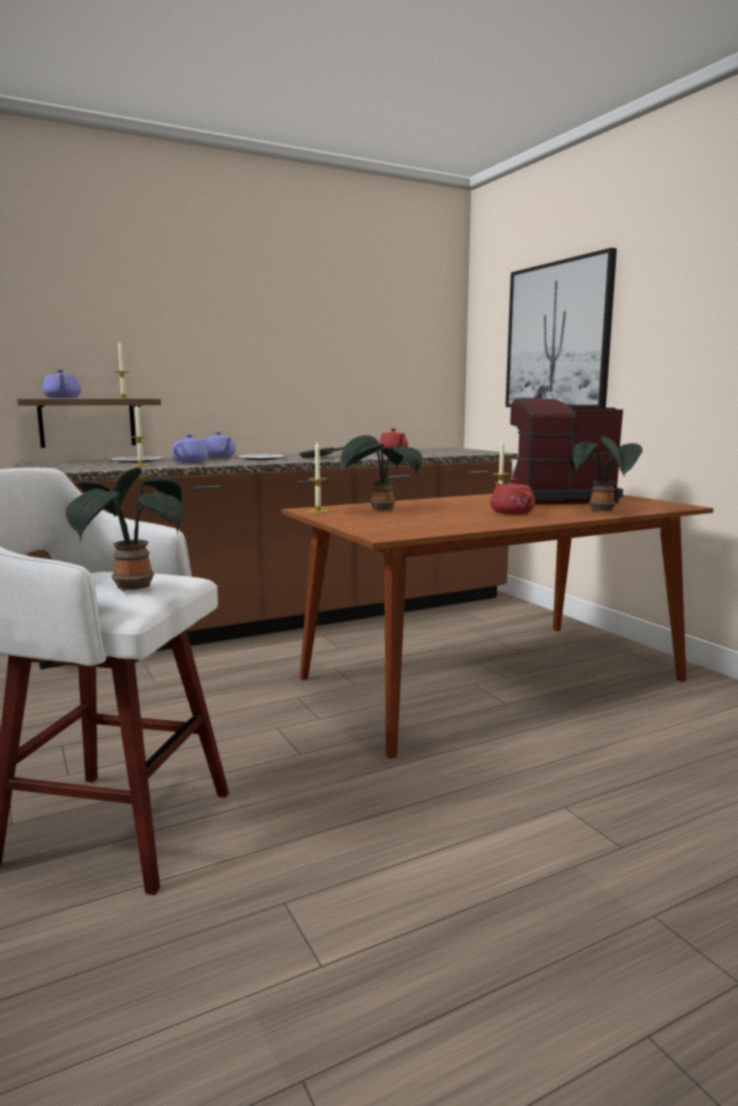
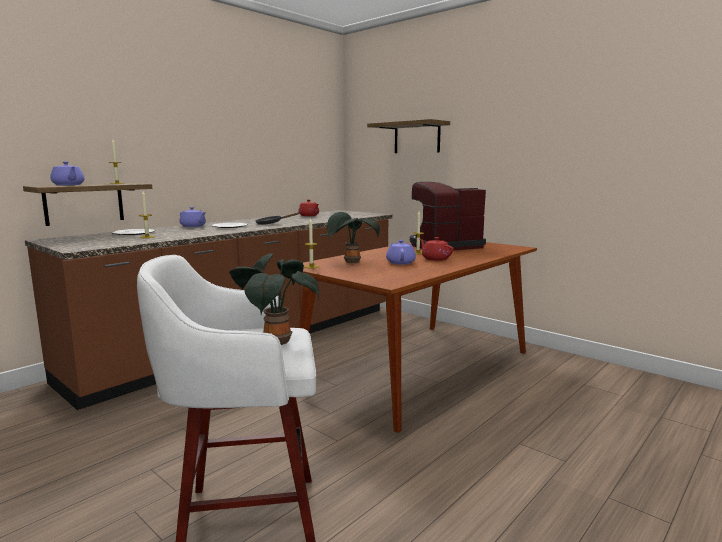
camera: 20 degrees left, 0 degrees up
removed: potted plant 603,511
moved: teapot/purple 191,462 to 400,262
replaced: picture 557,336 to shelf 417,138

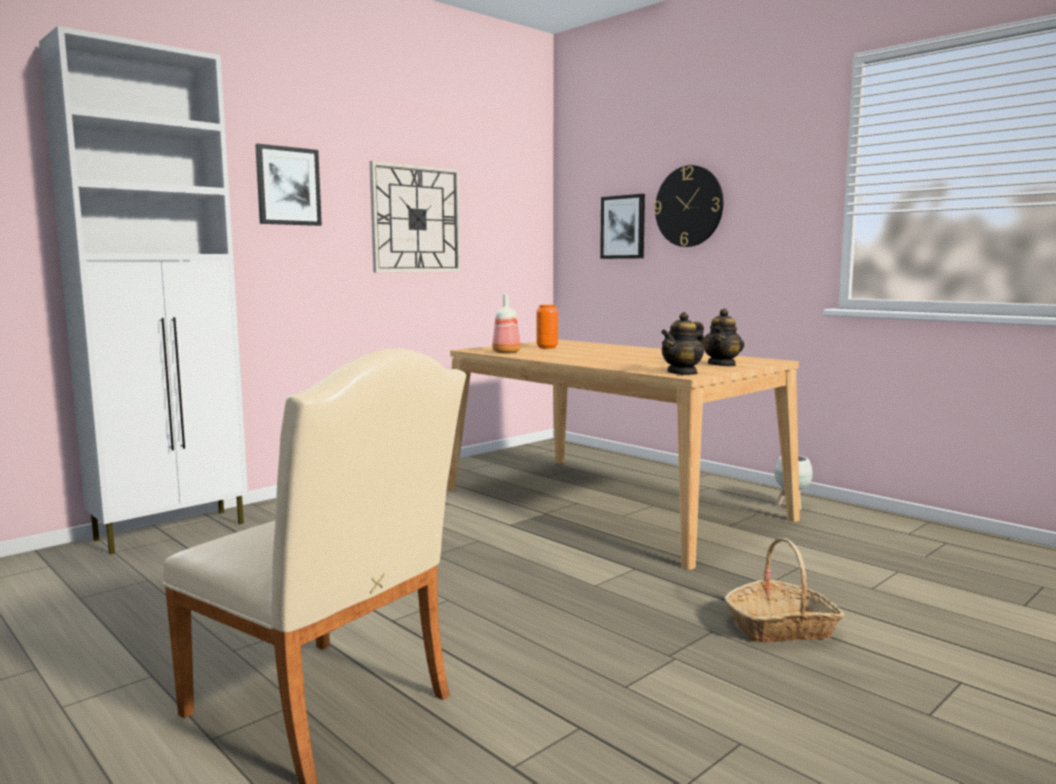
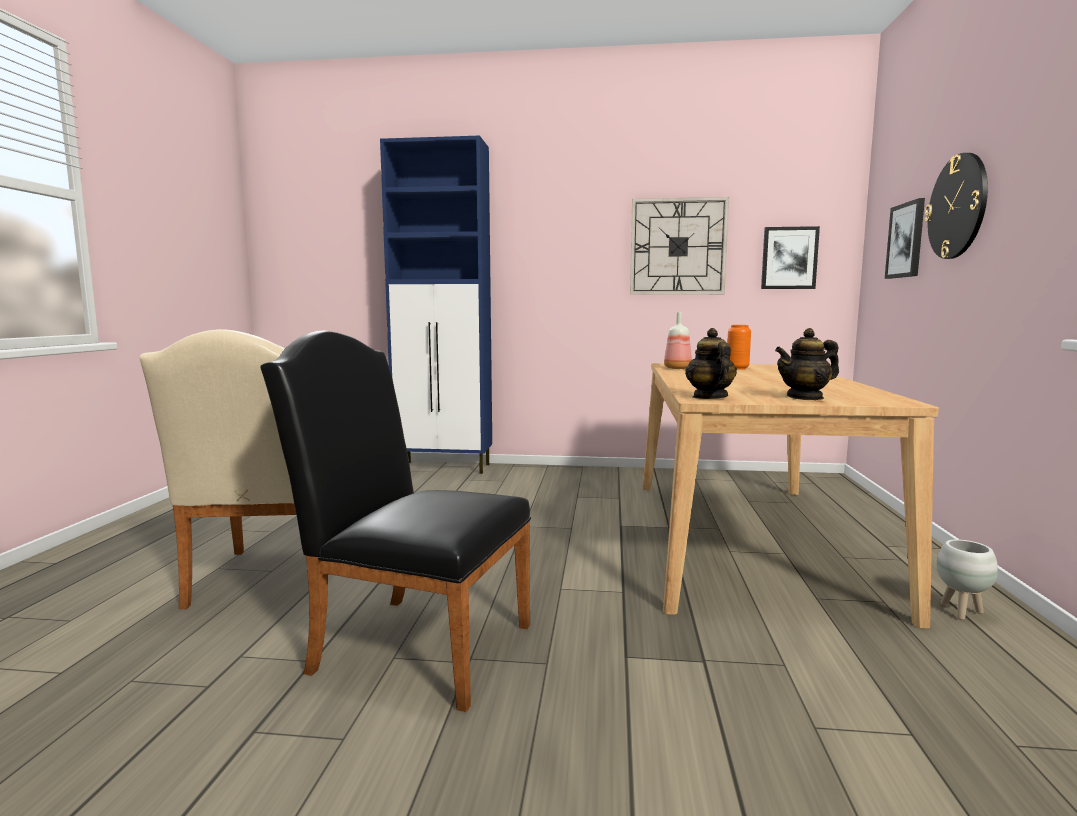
camera: 50 degrees right, 0 degrees up
removed: basket 782,627
added: chair/black 411,644
moved: picture 288,186 to 789,258
recoloured: cabinet/white 173,531 to cabinet/blue 445,468
turned: teapot 682,373 = 709,397 75 degrees clockwise

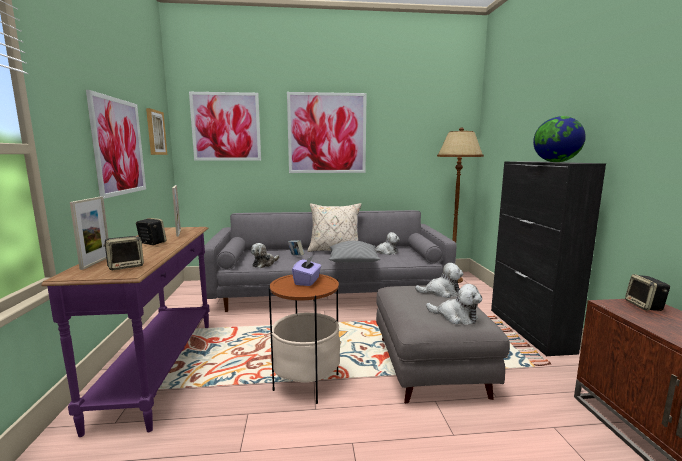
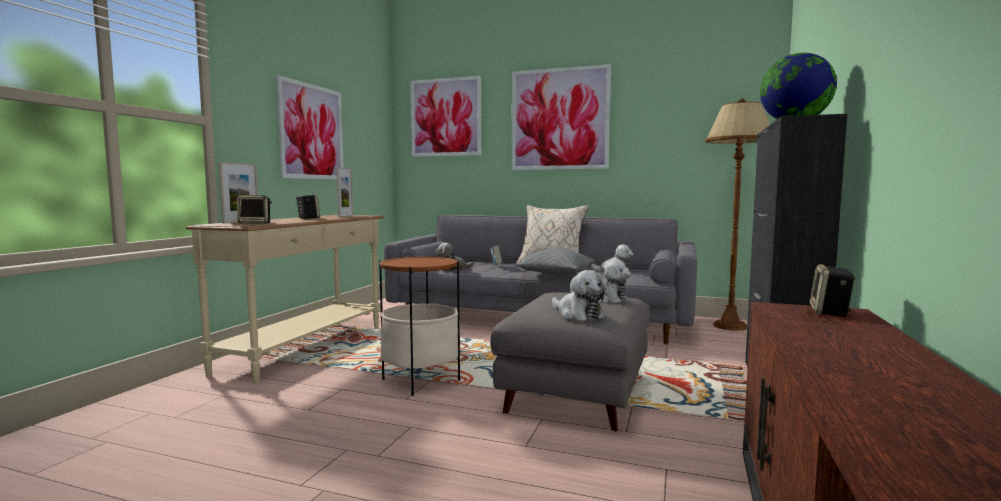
camera: 25 degrees right, 5 degrees down
removed: picture 155,132; tissue box/purple 307,281
recoloured: console table/purple 161,368 to console table/beige 306,349

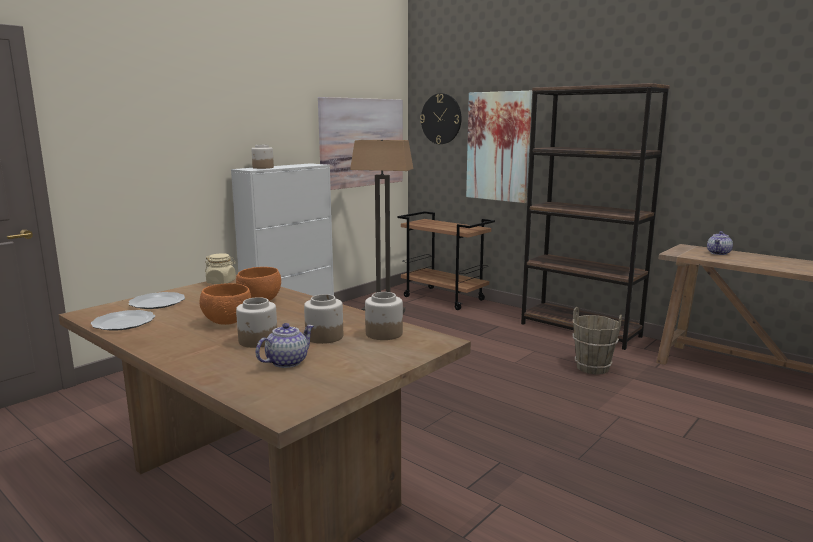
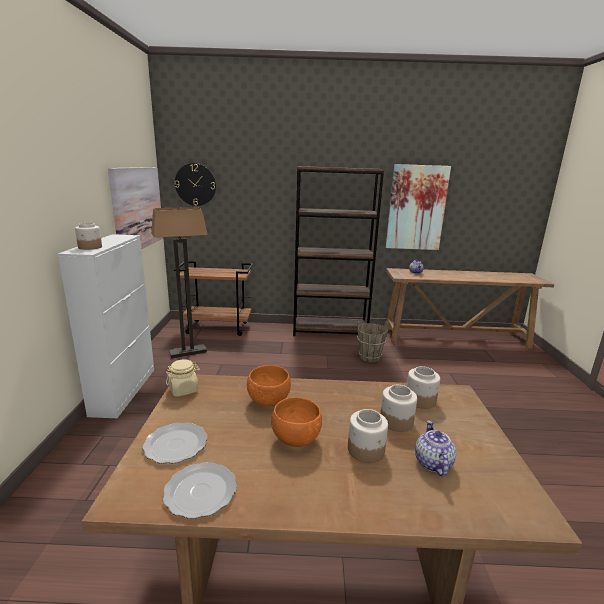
camera: 40 degrees left, 5 degrees up
moved: picture 498,146 to 416,208

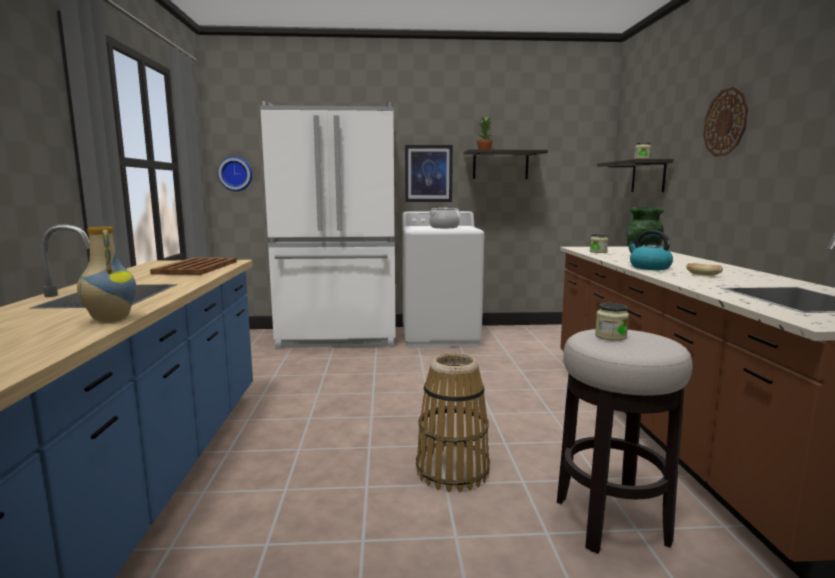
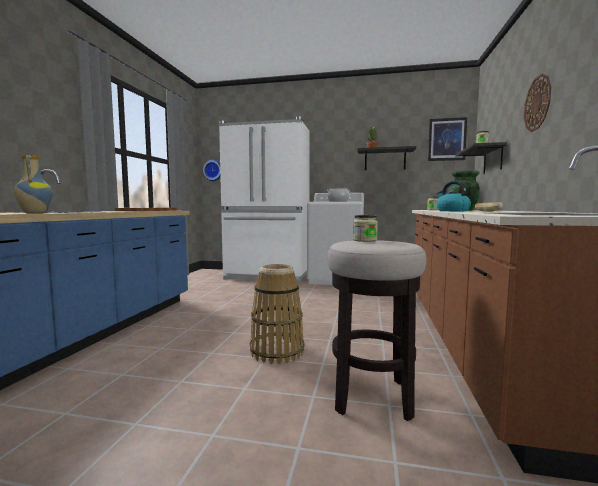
camera: 15 degrees right, 5 degrees down
moved: picture 428,173 to 447,139

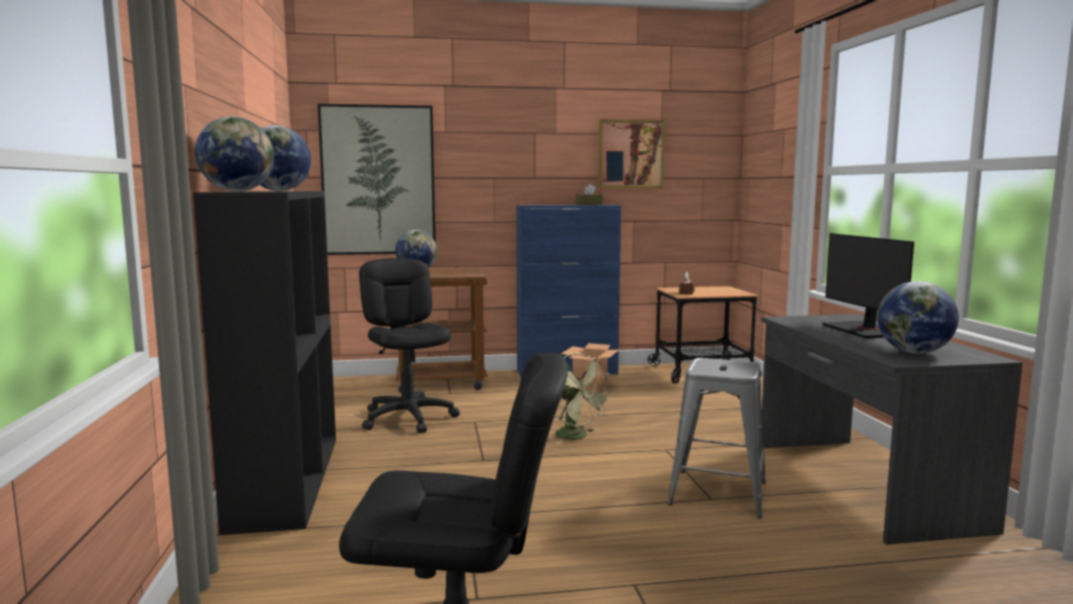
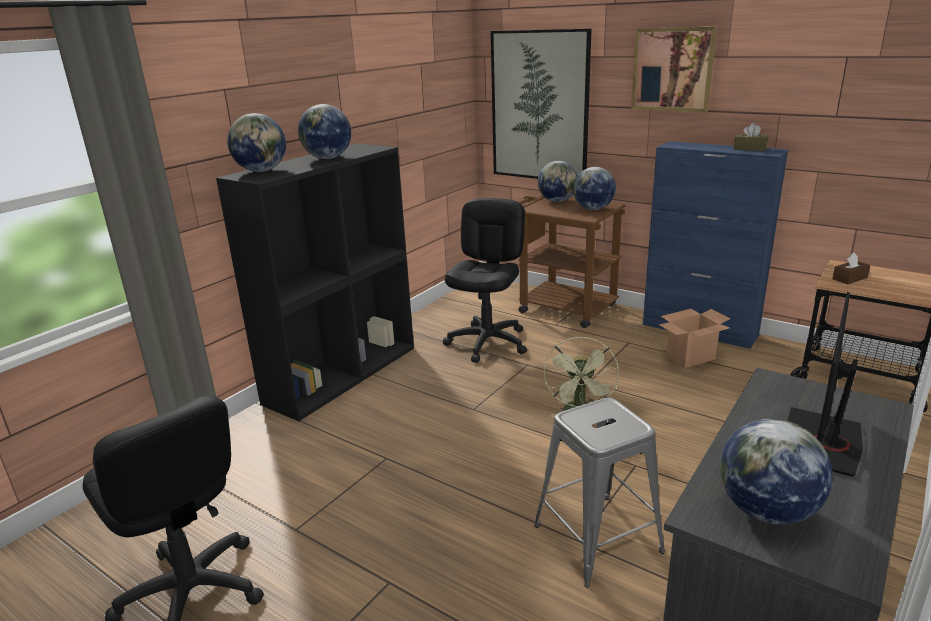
camera: 45 degrees right, 15 degrees up
added: globe 593,209
moved: picture 630,154 to 672,69

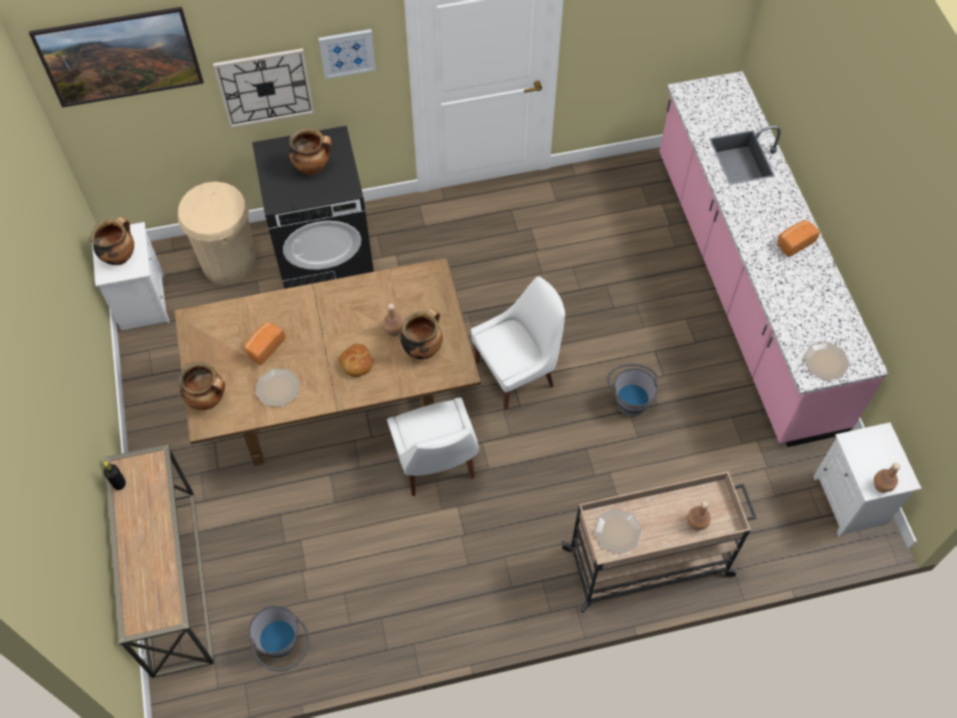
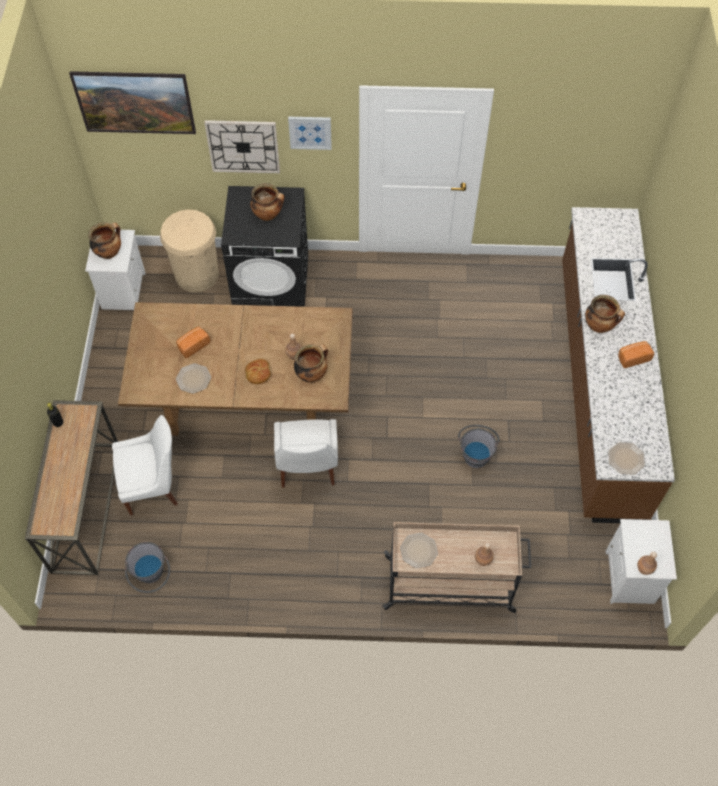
camera: 15 degrees right, 0 degrees up
moved: cooking pot 208,399 to 599,326; chair/white 517,373 to 153,486
recoloured: counter/pink 744,287 to counter/brown 598,386

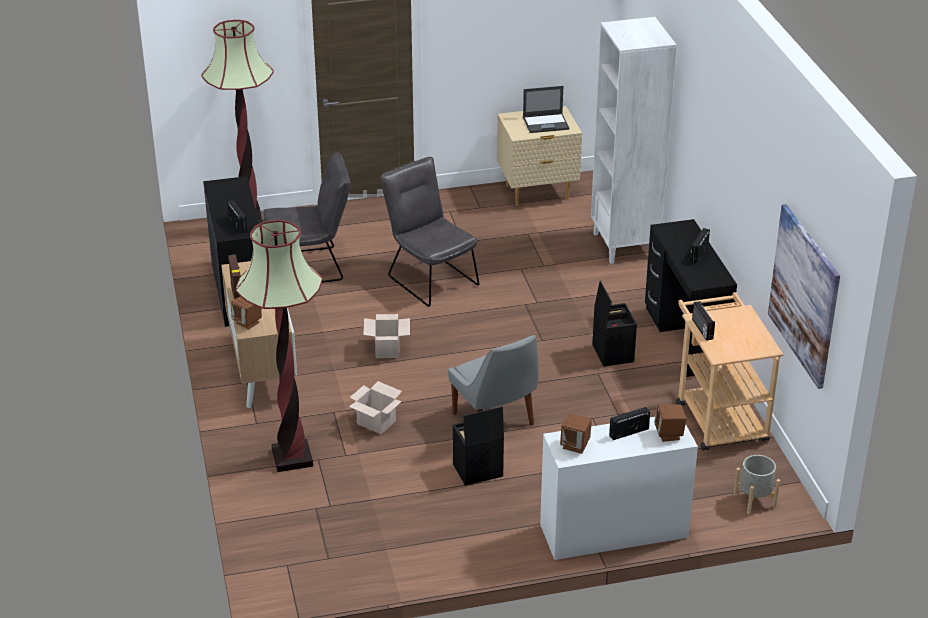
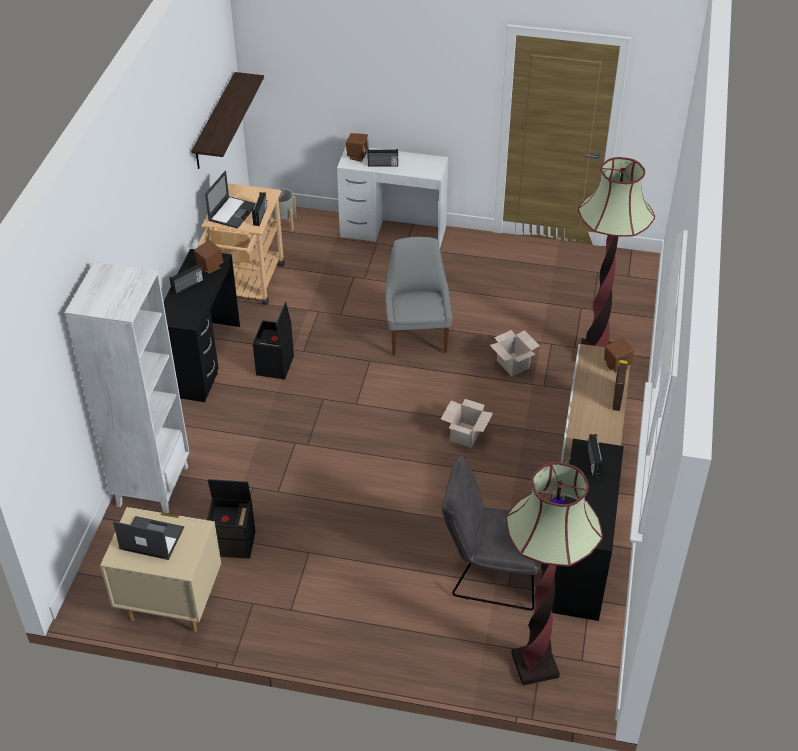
camera: 155 degrees left, 10 degrees up
removed: chair/grey 429,278
added: laptop 232,212
moved: storage box/black 477,471 to 234,543; speaker/brown 575,445 to 210,267
replaced: picture 804,295 to shelf 215,122

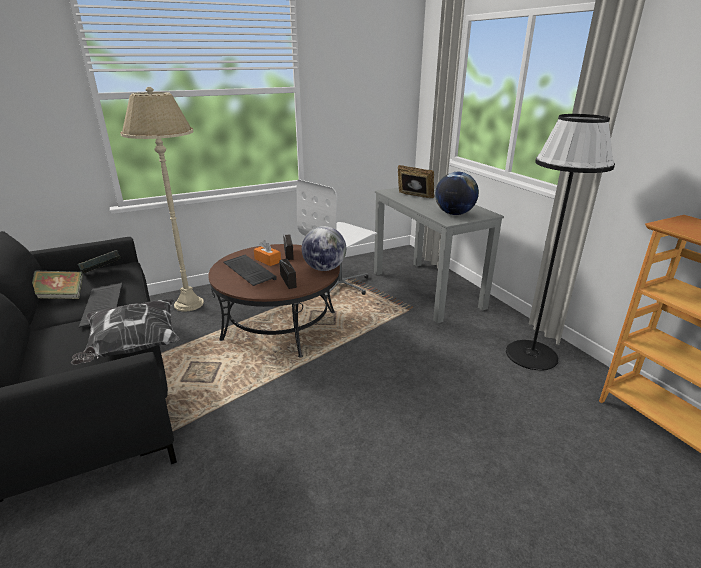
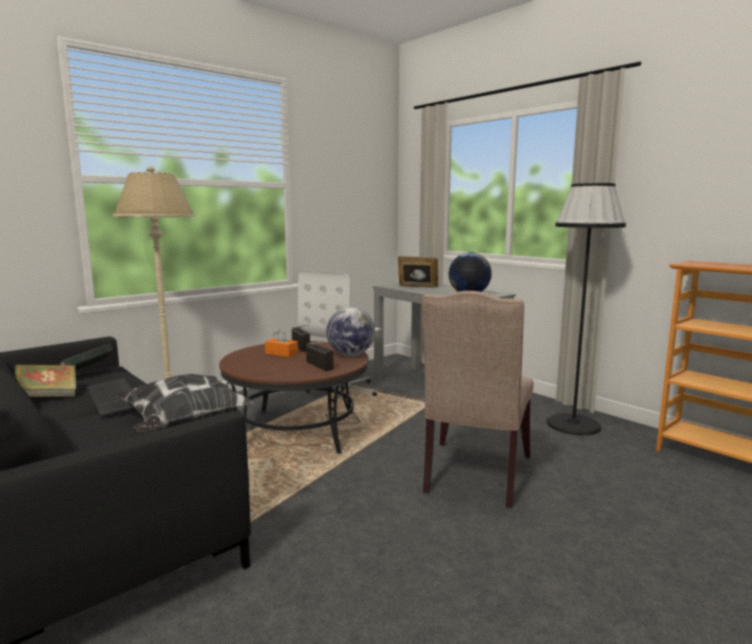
camera: 15 degrees left, 15 degrees down
removed: keyboard 248,271
added: chair/beige 475,476

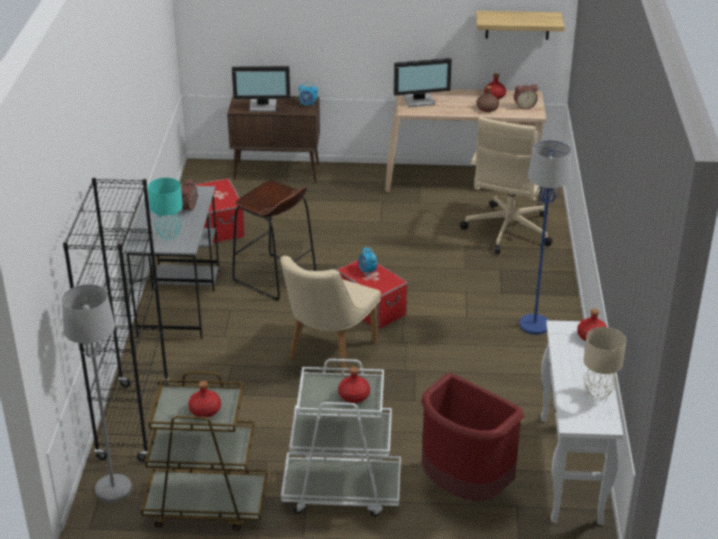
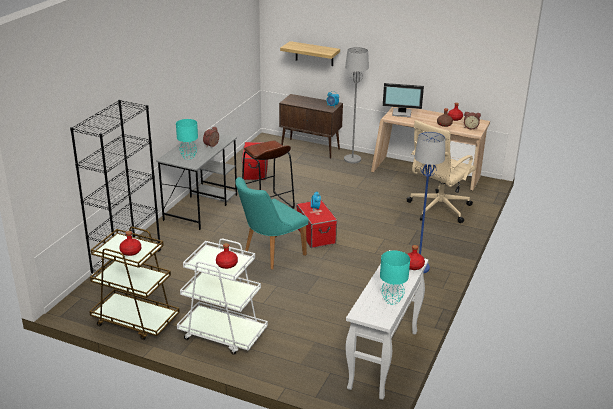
camera: 20 degrees right, 5 degrees down
removed: monitor 263,106; trash can/red 464,487
moved: floor lamp/grey 114,488 to 352,159; shelf 517,25 to 314,54
recoloured: chair/beige 327,354 to chair/turquoise 269,254; table lamp/beige 598,393 to table lamp/turquoise 391,300

